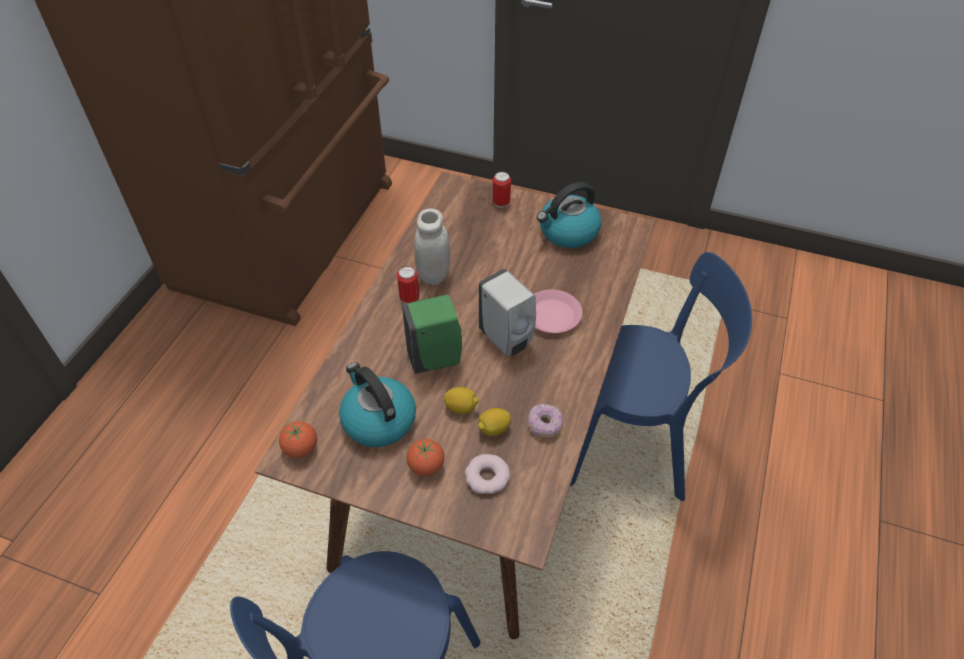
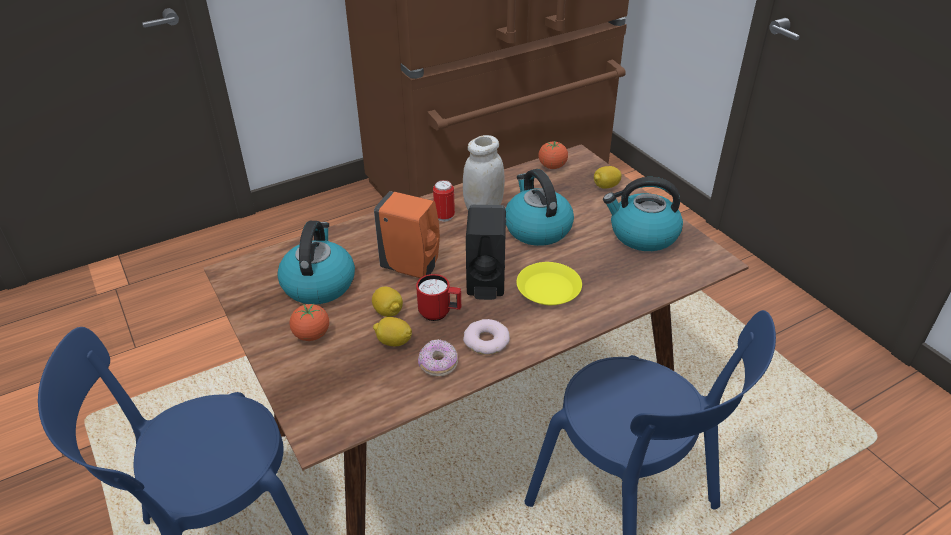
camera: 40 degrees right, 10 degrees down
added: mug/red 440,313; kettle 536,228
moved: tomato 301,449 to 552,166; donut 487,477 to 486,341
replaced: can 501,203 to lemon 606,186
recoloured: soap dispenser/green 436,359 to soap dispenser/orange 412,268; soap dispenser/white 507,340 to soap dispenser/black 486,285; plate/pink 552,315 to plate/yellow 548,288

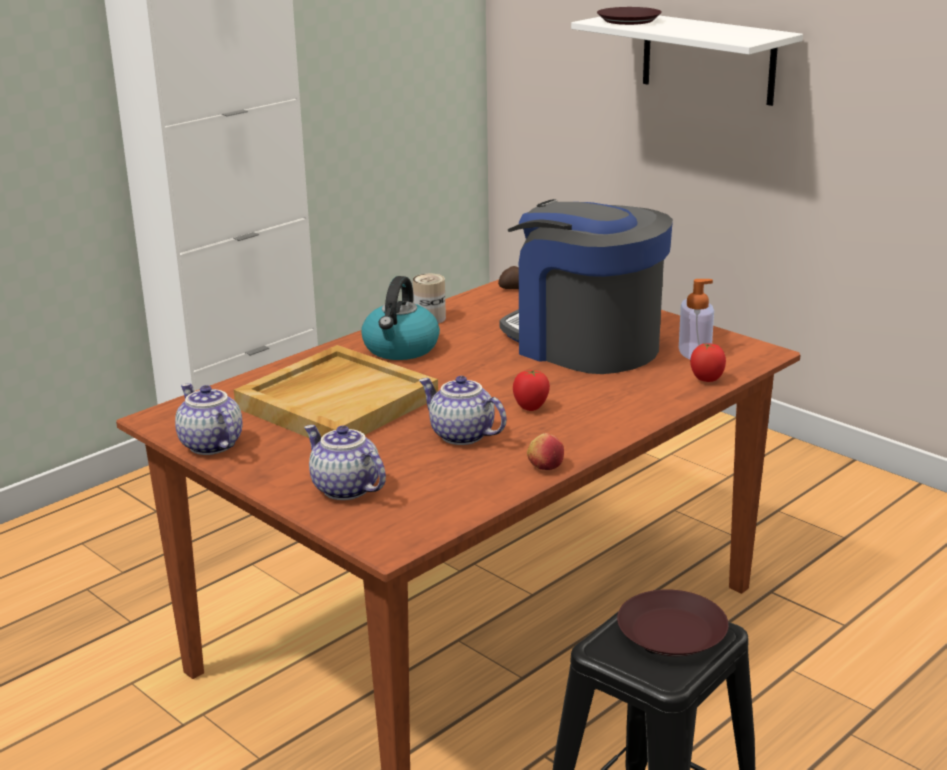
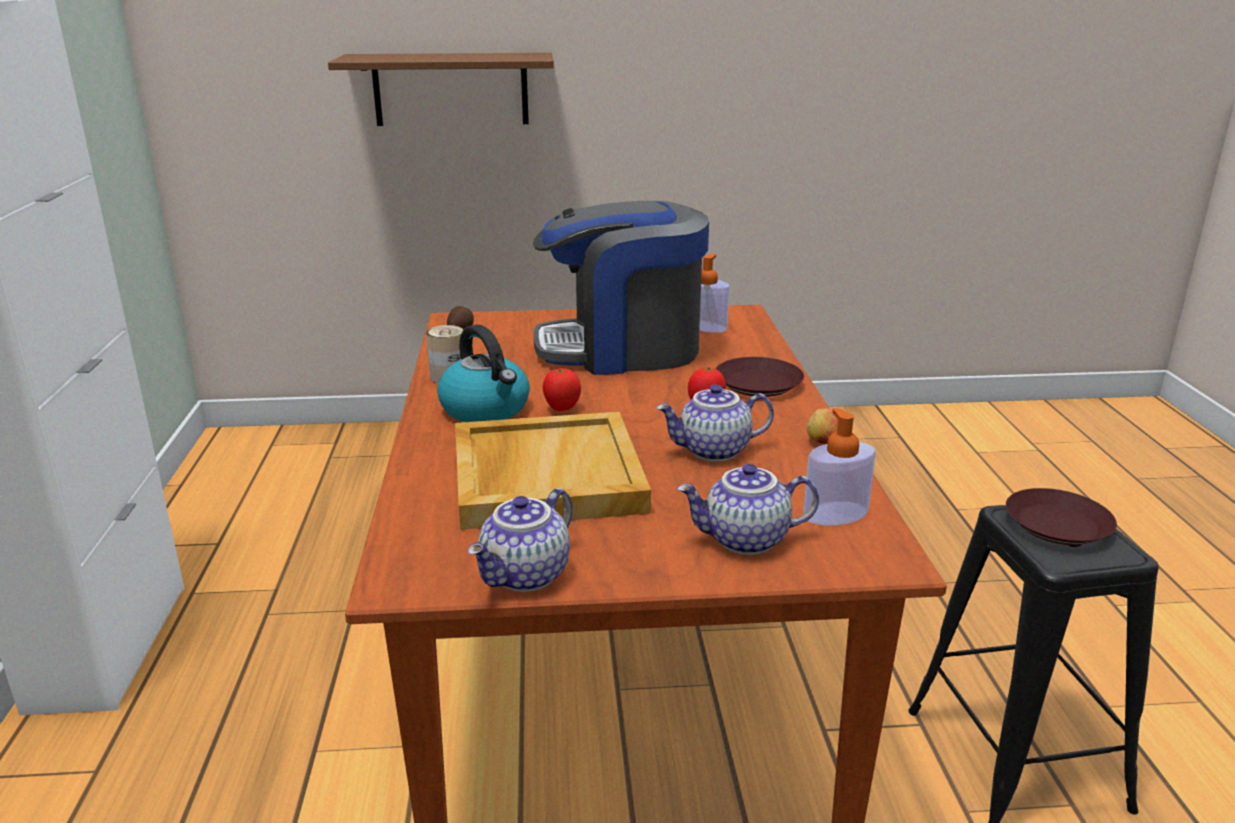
camera: 50 degrees left, 0 degrees up
added: soap dispenser 835,514
moved: plate/brown 629,20 to 758,383; tomato 706,380 to 561,409
recoloured: shelf/white 708,58 to shelf/brown 451,89
turned: teapot 209,445 = 526,576 60 degrees counterclockwise

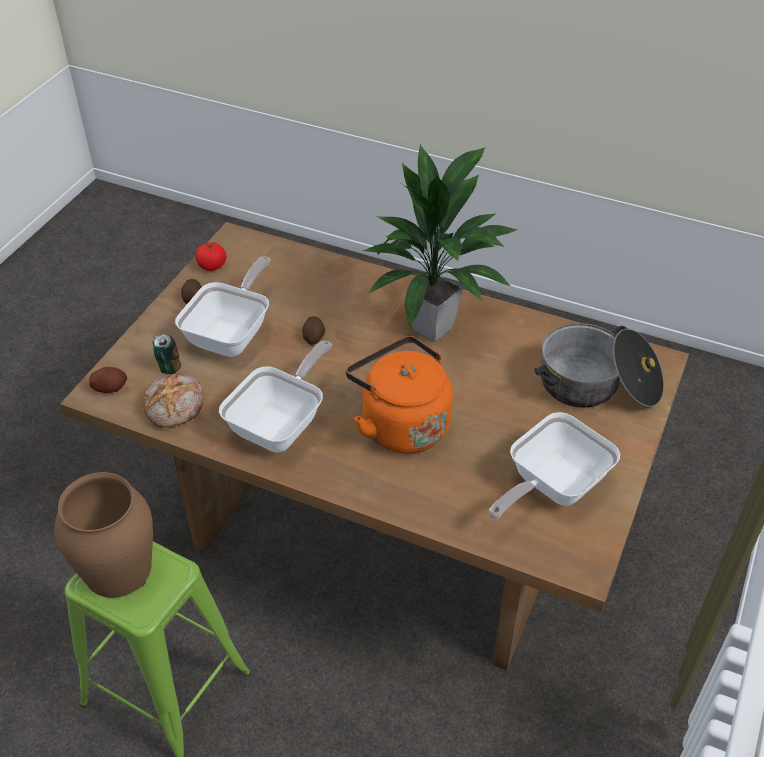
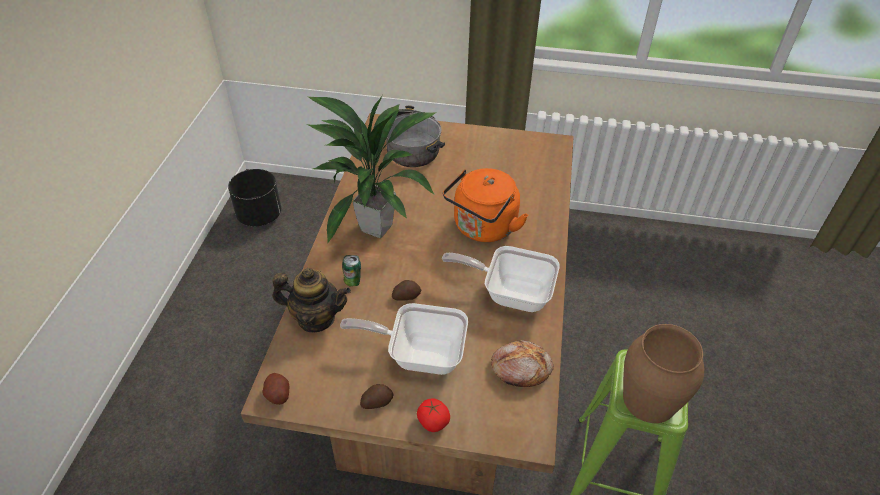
camera: 105 degrees left, 0 degrees up
removed: frying pan 551,487
added: planter/black 260,215; teapot 316,318
moved: potato 110,387 to 278,395; can 168,368 to 353,282; tomato 212,266 to 433,422

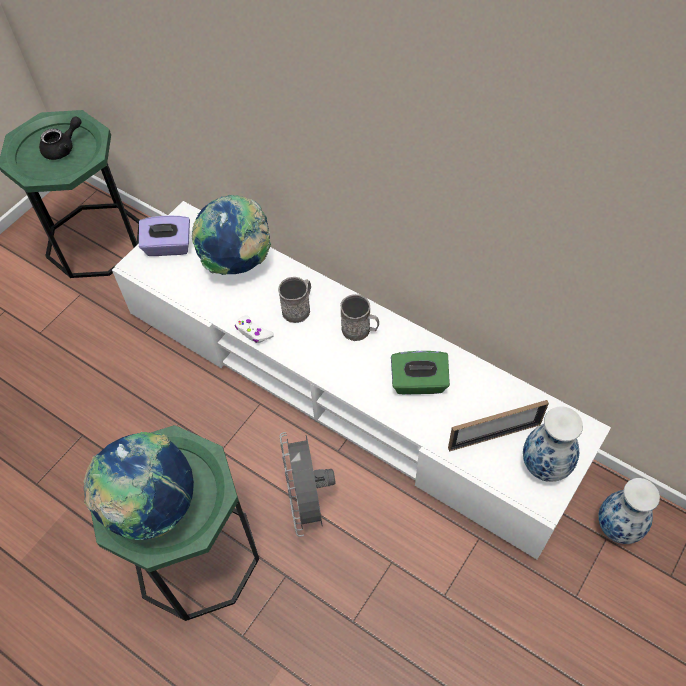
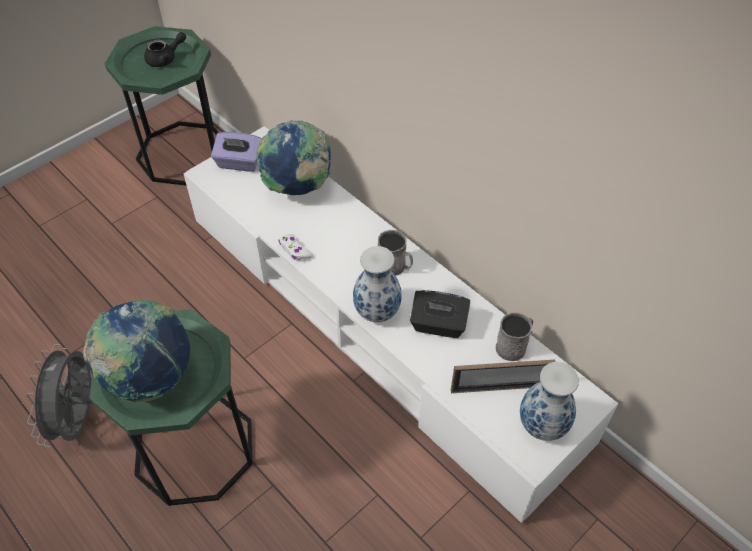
camera: 10 degrees right, 5 degrees down
moved: mug/grey 298,308 to 514,345; fan/grey 308,502 to 80,419; vase 618,527 to 378,312
recoloured: tissue box/green 419,383 to tissue box/black 438,325

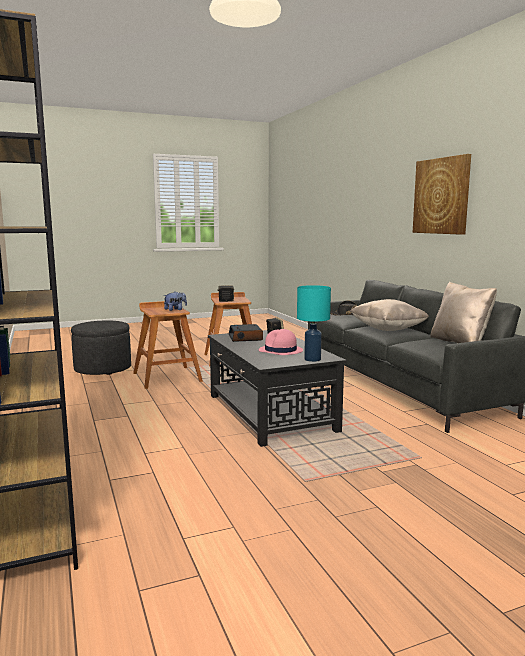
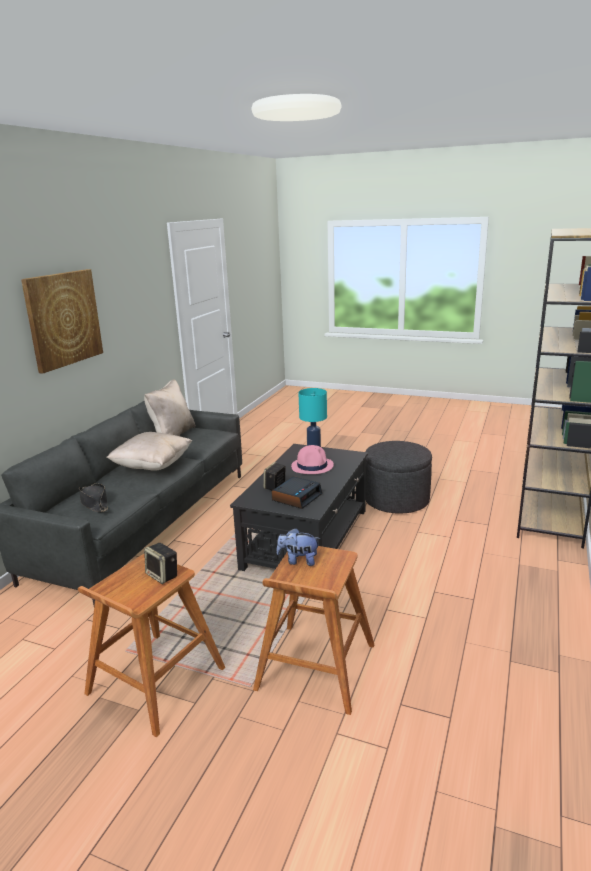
camera: 135 degrees left, 10 degrees up
moved: ottoman/grey 103,368 to 396,500

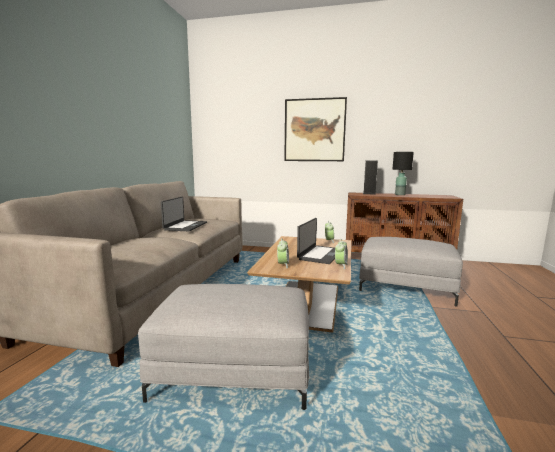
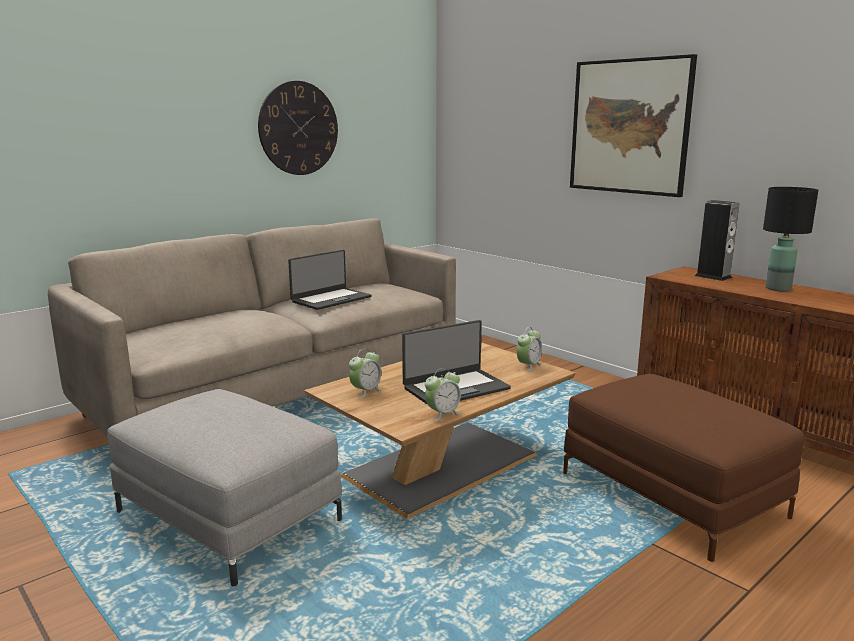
camera: 35 degrees right, 5 degrees up
added: wall clock 298,128
recoloured: ottoman/grey 405,287 to ottoman/brown 669,495

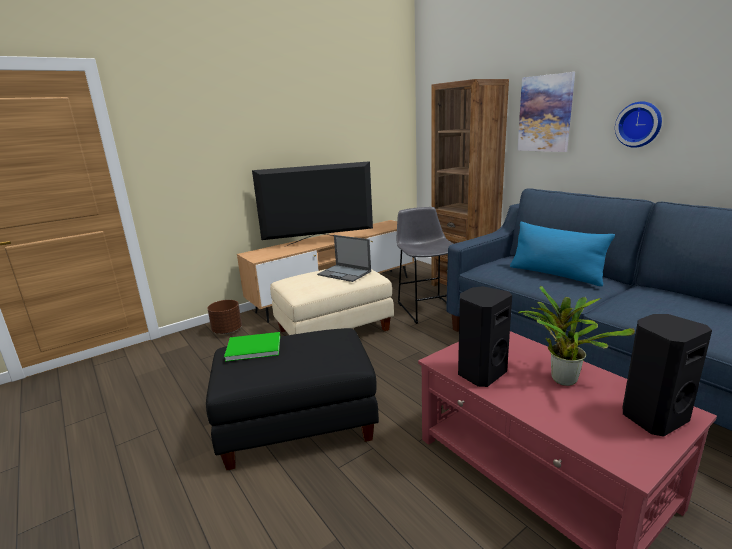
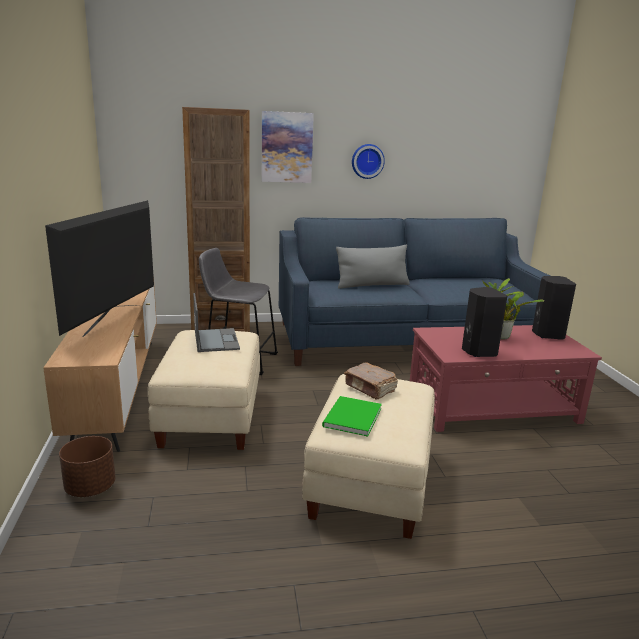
camera: 65 degrees left, 0 degrees up
added: book/brown 370,388
recoloured: ottoman/black 298,423 to ottoman/beige 369,481; pillow/blue 555,274 to pillow/grey 372,285
turned: laptop 345,273 = 216,340 75 degrees counterclockwise

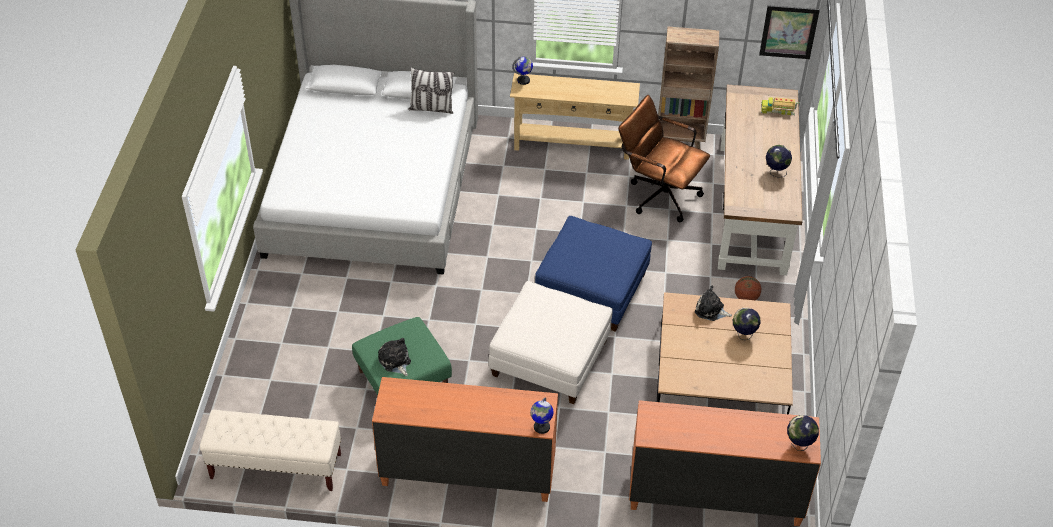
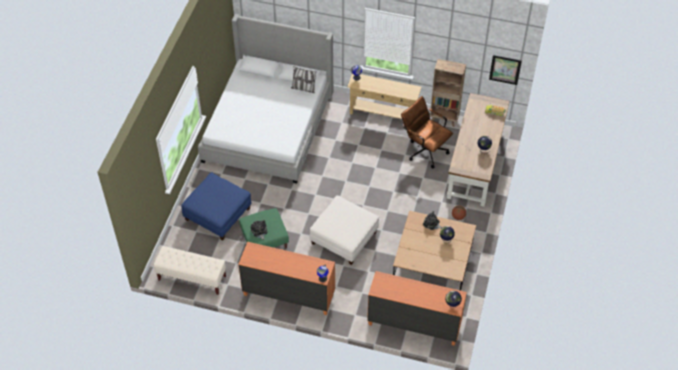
camera: 10 degrees right, 5 degrees up
moved: ottoman/blue 591,289 to 217,214

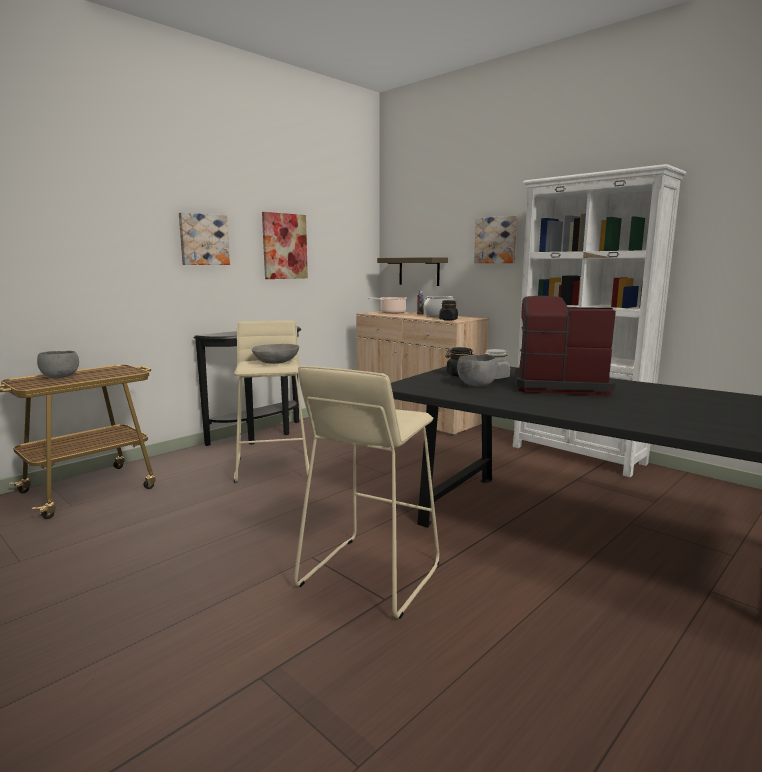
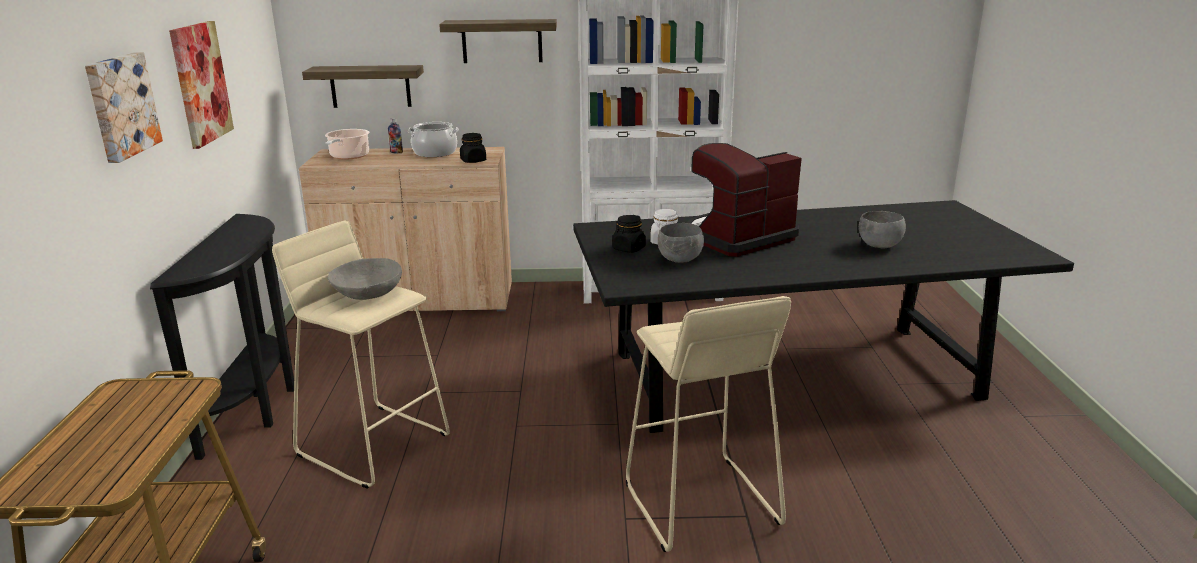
camera: 45 degrees left, 10 degrees up
moved: bowl/grey 59,377 to 879,246
replaced: picture 496,240 to shelf 502,41

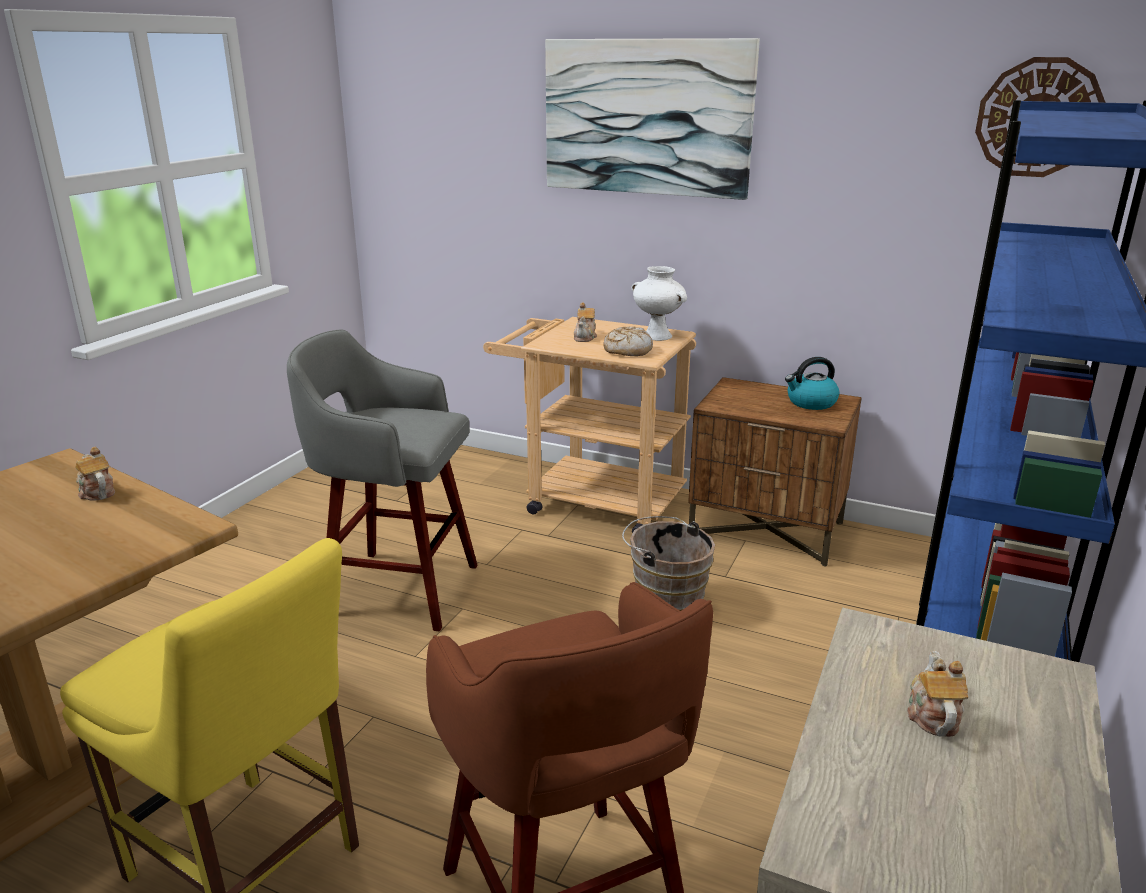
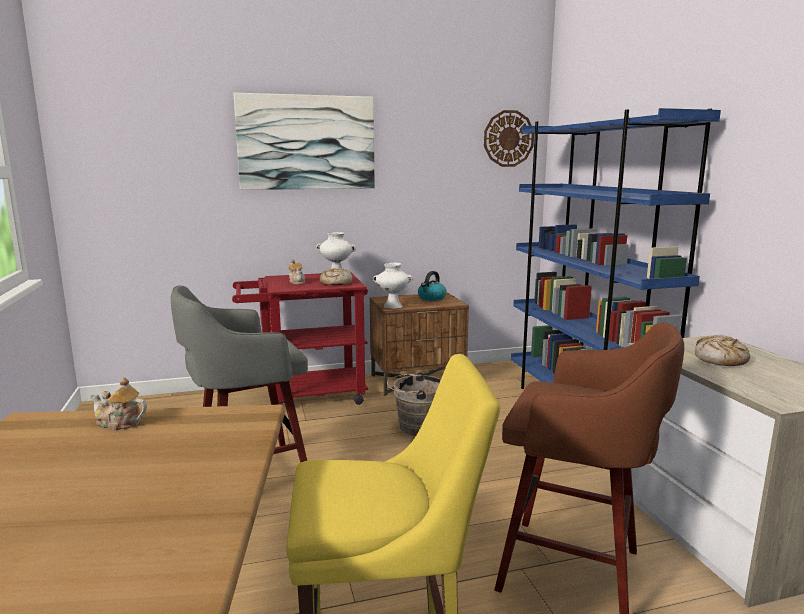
camera: 40 degrees left, 10 degrees down
added: vase/white 392,306
replaced: teapot 932,715 to bread 720,360
recoloured: cart/beige 592,500 to cart/red 305,395

